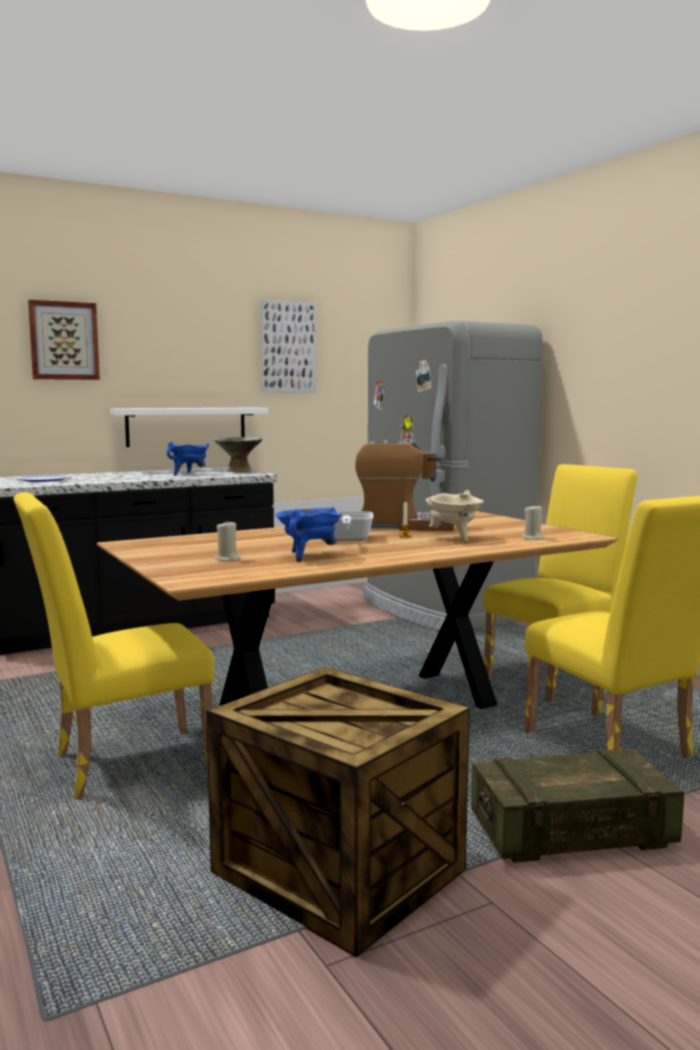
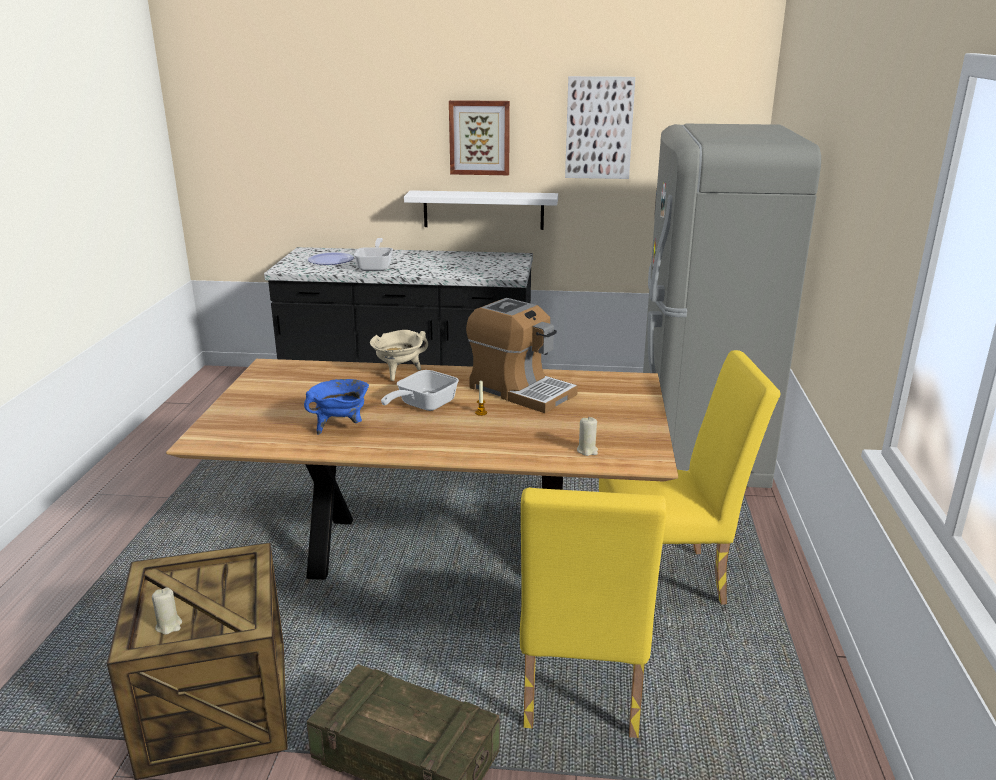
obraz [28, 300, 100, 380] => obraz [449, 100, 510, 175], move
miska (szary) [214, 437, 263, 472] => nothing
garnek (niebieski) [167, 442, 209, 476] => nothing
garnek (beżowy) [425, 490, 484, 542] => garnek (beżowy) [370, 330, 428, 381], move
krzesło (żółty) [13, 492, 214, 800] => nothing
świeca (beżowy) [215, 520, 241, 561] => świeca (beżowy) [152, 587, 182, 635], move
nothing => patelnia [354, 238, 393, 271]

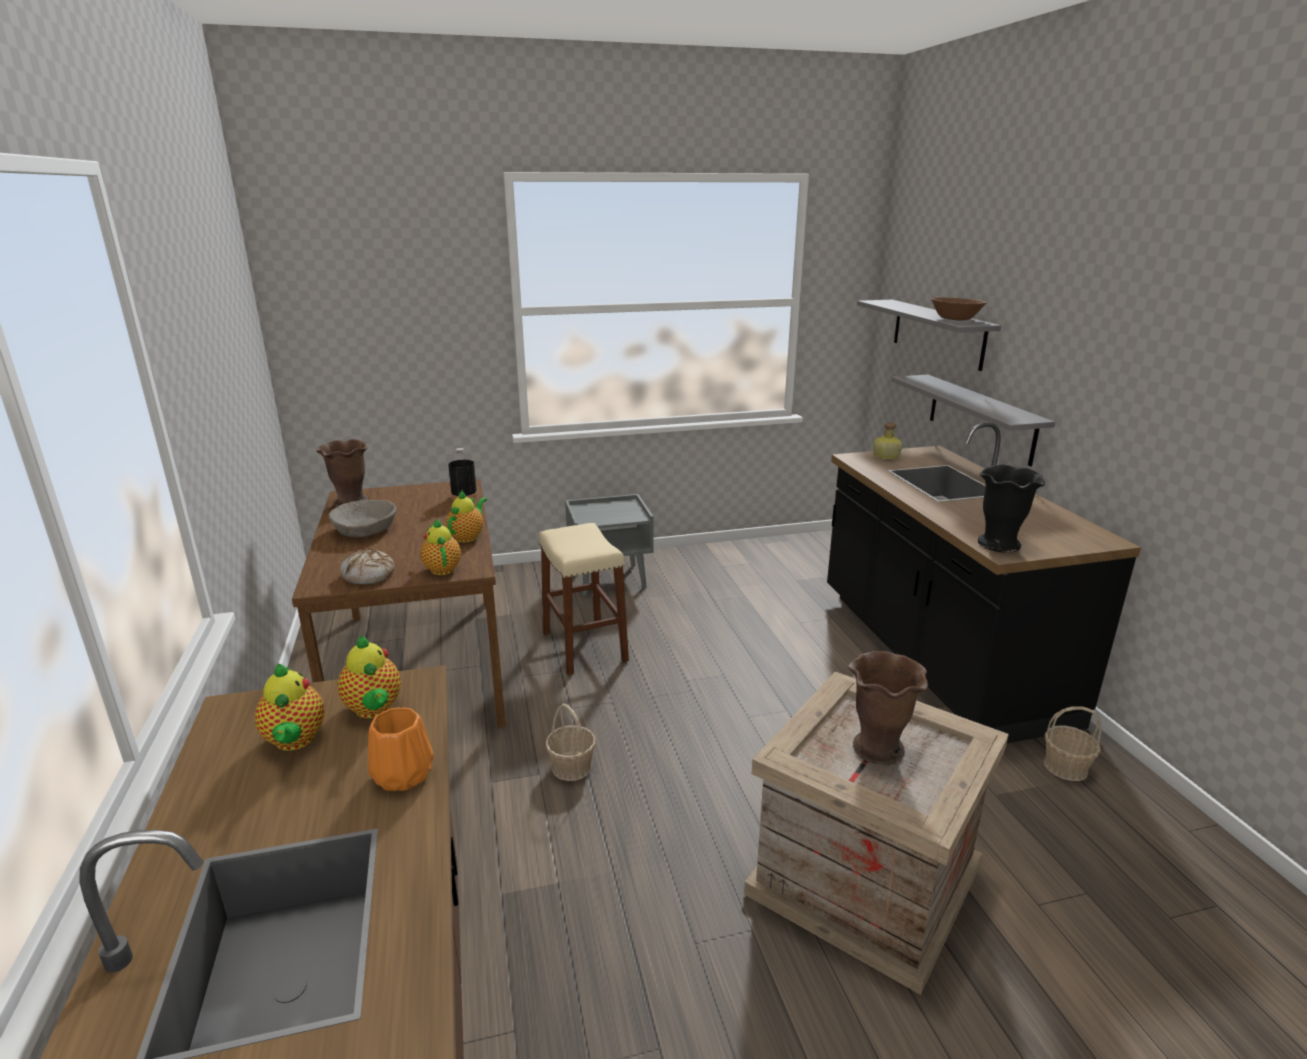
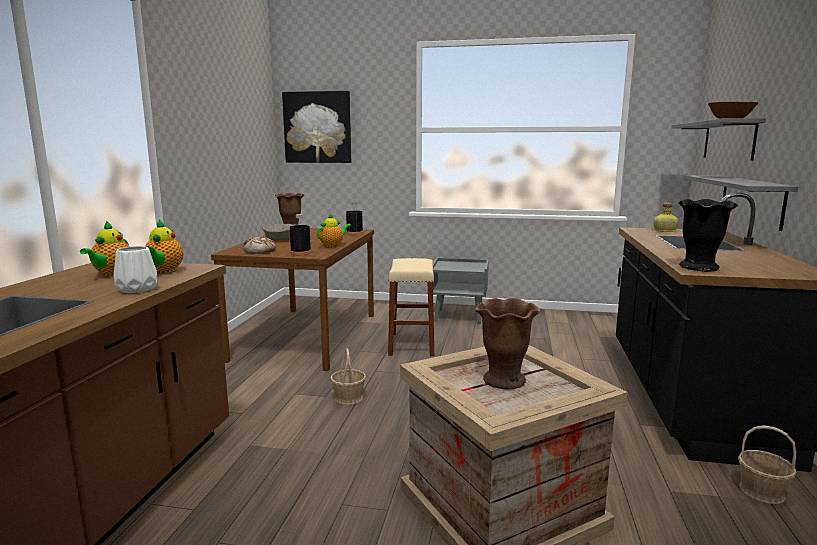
imbryk [421, 518, 461, 575] => butelka (czarny) [290, 214, 311, 256]
wazon (pomarańczowy) [368, 707, 434, 791] => wazon (biały) [114, 246, 157, 293]
nothing => obraz [282, 91, 351, 163]

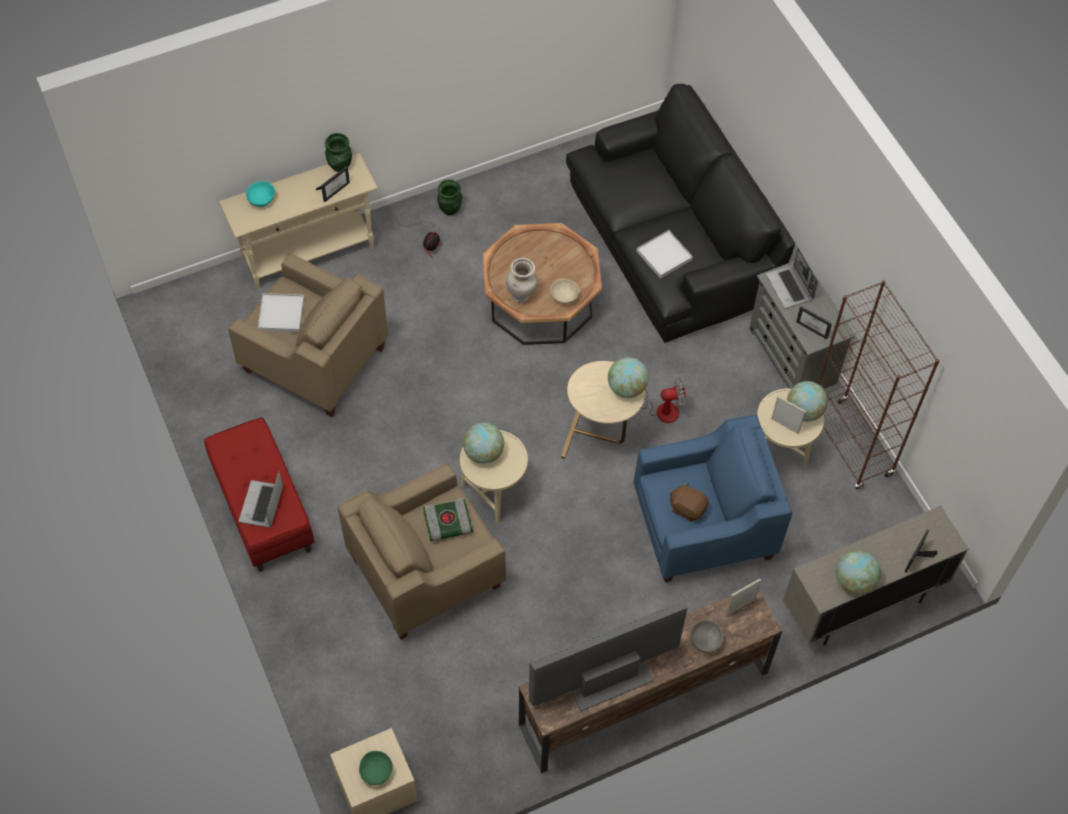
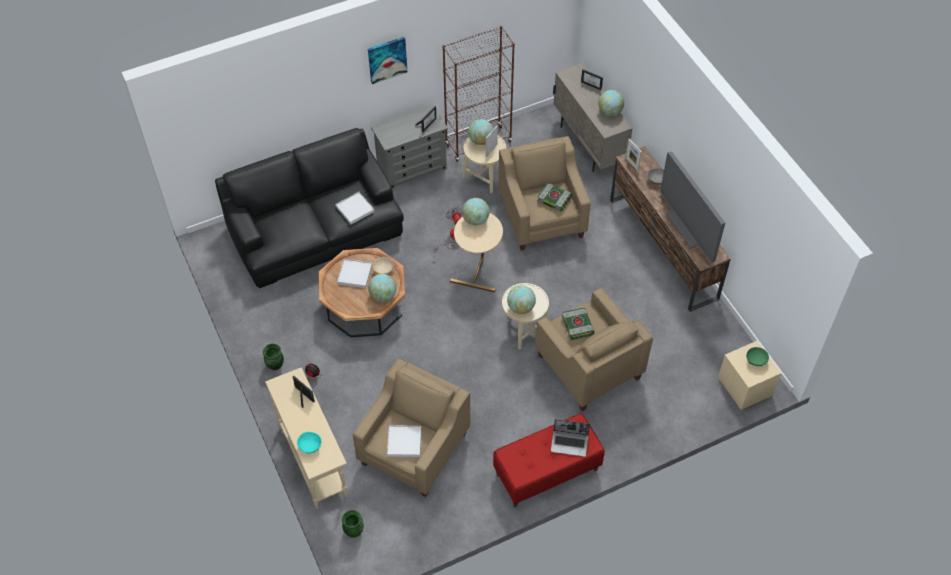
wazon (zielony) [325, 133, 352, 172] => wazon (zielony) [342, 510, 364, 538], move
laptop [766, 248, 818, 308] => nothing
wazon (beżowy) [506, 258, 537, 303] => globus [368, 274, 396, 302]
fotel (niebieski) [634, 414, 793, 582] => fotel (beżowy) [498, 136, 591, 251]
pluszak (brązowy) [670, 482, 708, 522] => książka [537, 183, 572, 212]
nothing => obraz [368, 37, 407, 84]
nothing => taca (biały) [337, 259, 372, 288]

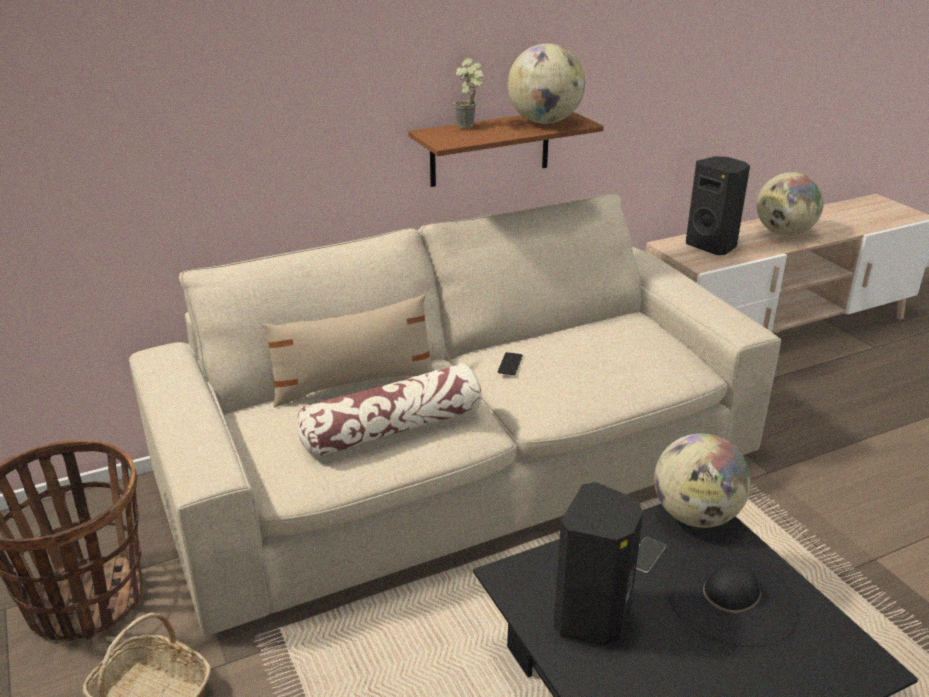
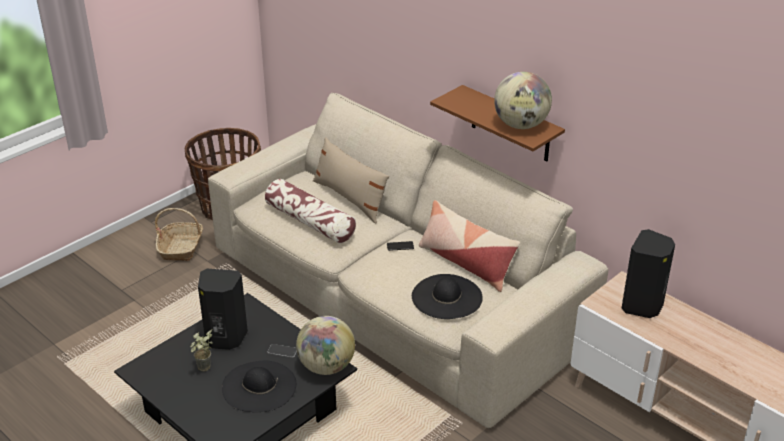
roślina doniczkowa [454, 58, 484, 129] => roślina doniczkowa [190, 330, 213, 371], move
globus [757, 172, 824, 236] => nothing
nothing => poduszka [419, 200, 520, 292]
nothing => kapelusz (czarny) [412, 274, 483, 319]

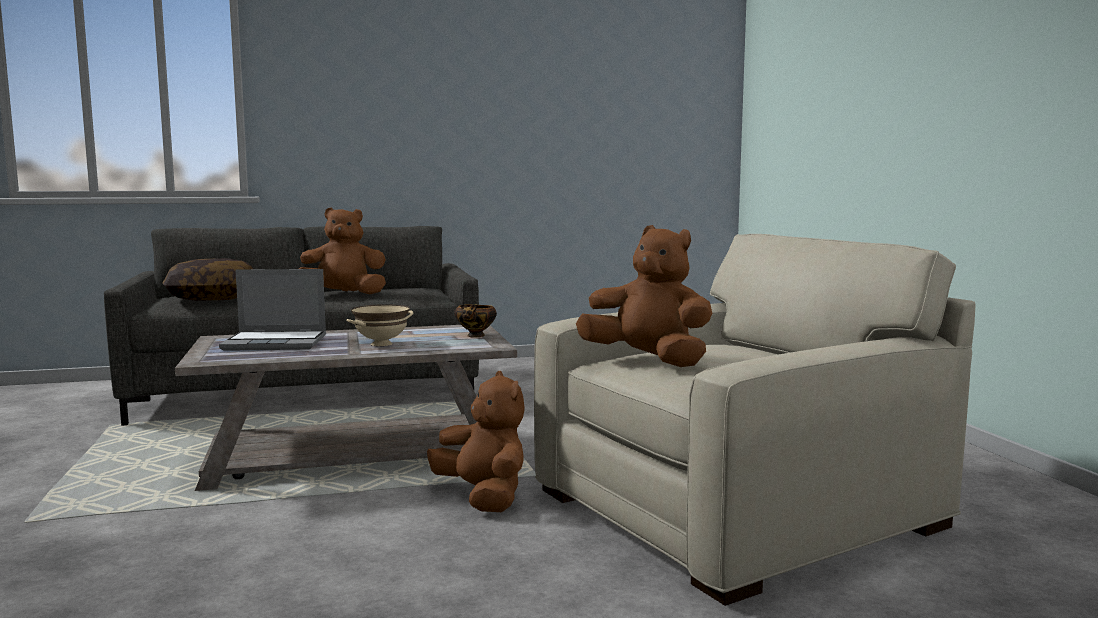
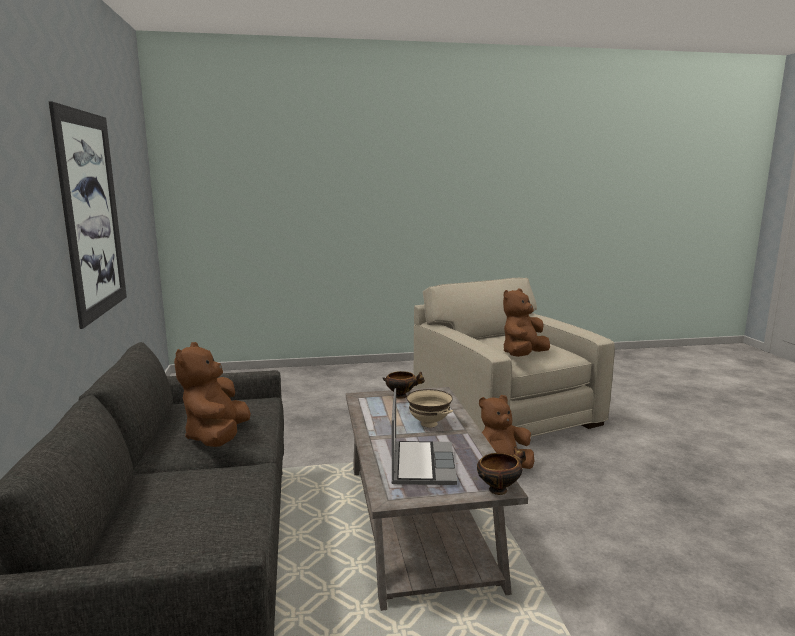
poduszka [163, 258, 253, 301] => nothing
nothing => obraz [49, 101, 127, 329]
nothing => miska [477, 447, 526, 495]

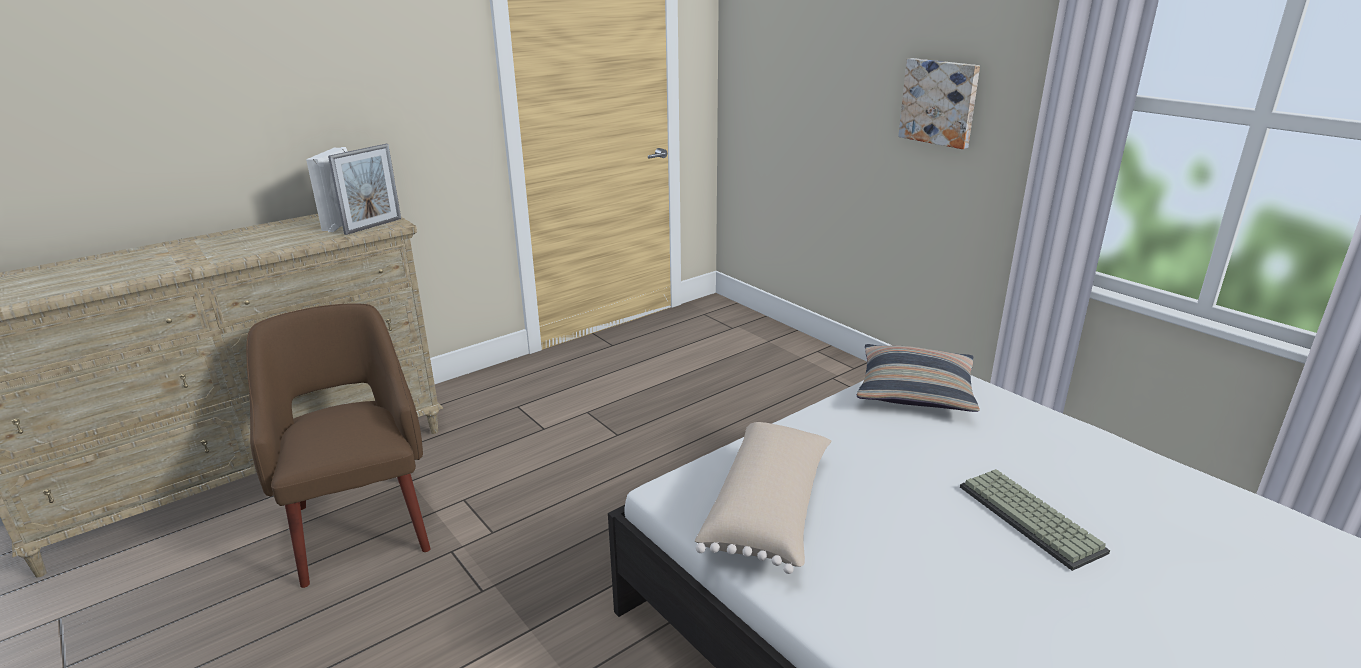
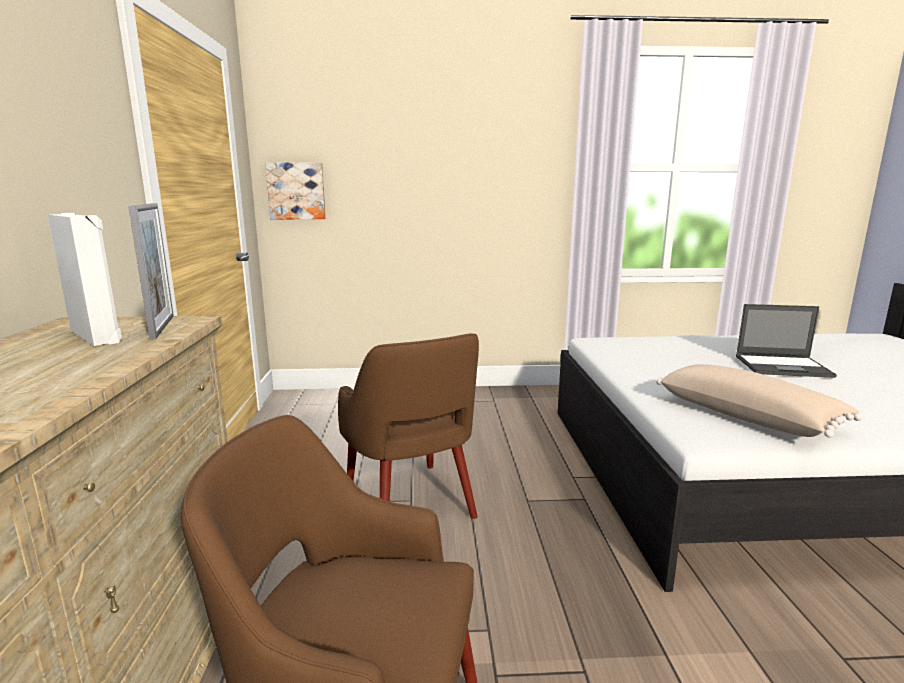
obraz [898, 58, 980, 149] => obraz [265, 163, 326, 219], move
poduszka [857, 344, 980, 412] => nothing
klawiatura [960, 469, 1110, 571] => laptop [736, 304, 837, 378]
nothing => fotel (brązowy) [338, 333, 479, 519]

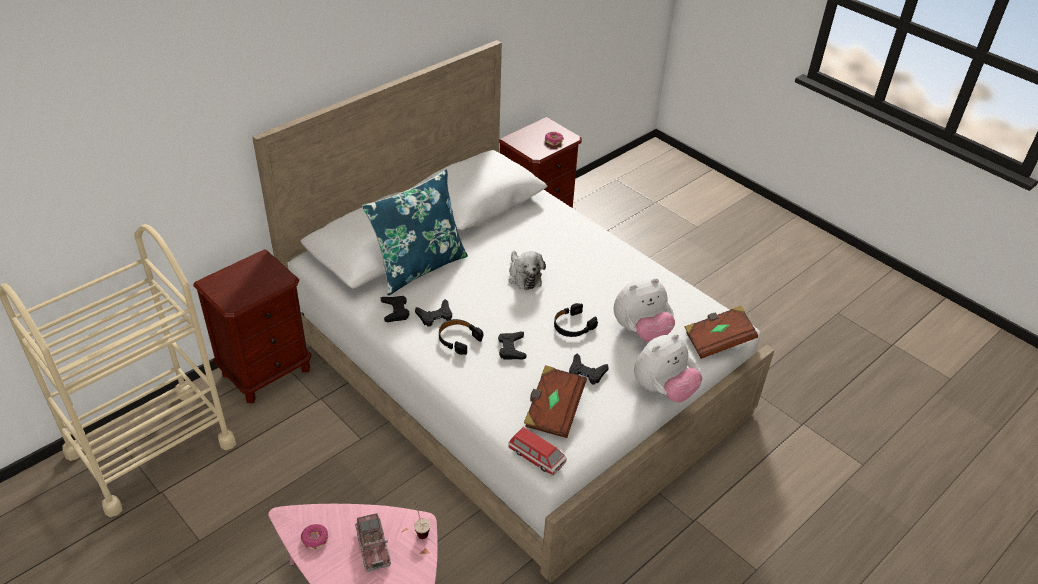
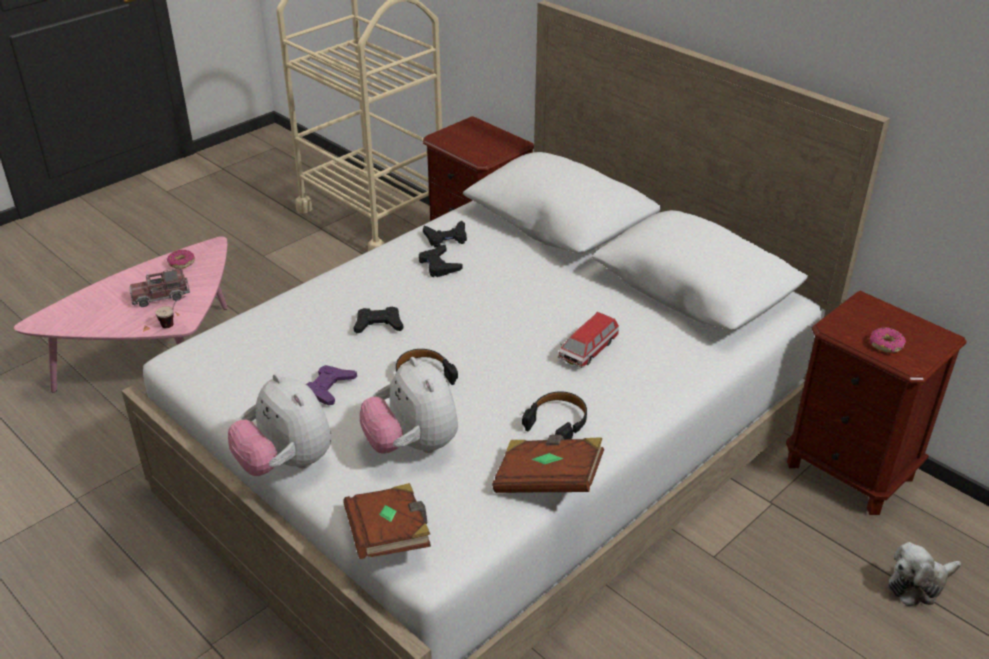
poduszka (niebieski) [362, 169, 468, 295] => nothing
pluszak [509, 251, 546, 290] => pluszak [888, 542, 961, 606], move
słuchawki (czarny) [439, 319, 483, 355] => słuchawki (czarny) [522, 391, 587, 439], move
pad do gier (czarny) [569, 354, 608, 385] => pad do gier (fioletowy) [306, 365, 357, 405]
książka (brązowy) [524, 365, 587, 438] => książka (brązowy) [492, 435, 604, 493], move
samochodzik [508, 427, 567, 476] => samochodzik [558, 312, 619, 368], move

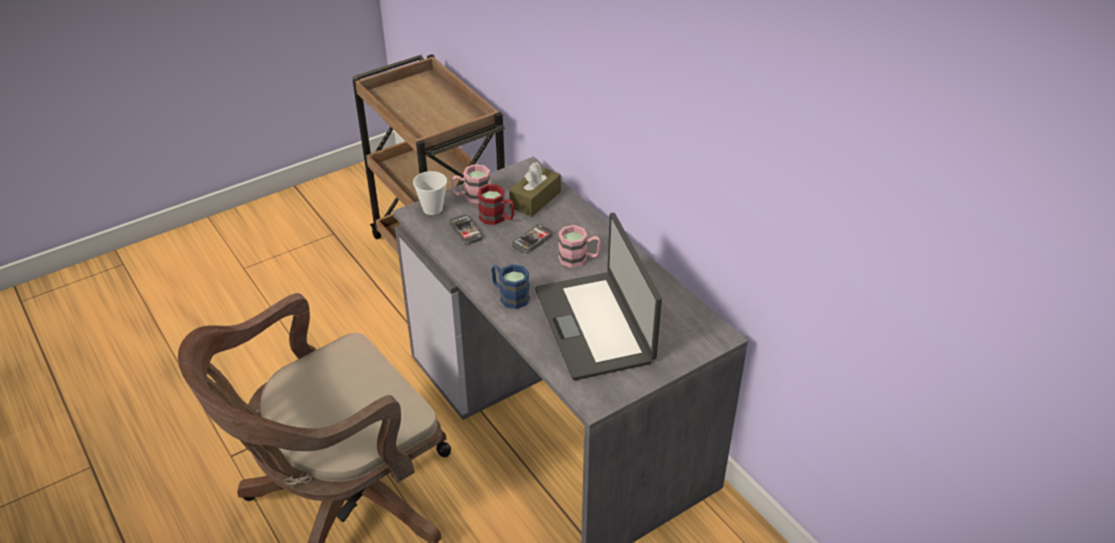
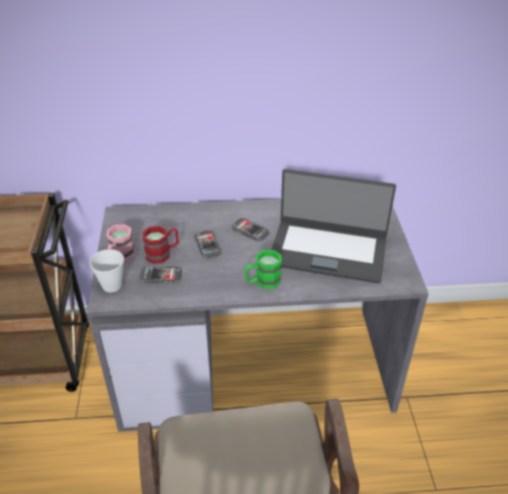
pudełko chusteczek (brązowy) [509, 162, 561, 217] => nothing
kubek (różowy) [558, 225, 601, 268] => telefon [231, 218, 269, 241]
kubek (niebieski) [491, 264, 530, 309] => kubek (zielony) [245, 250, 282, 289]

